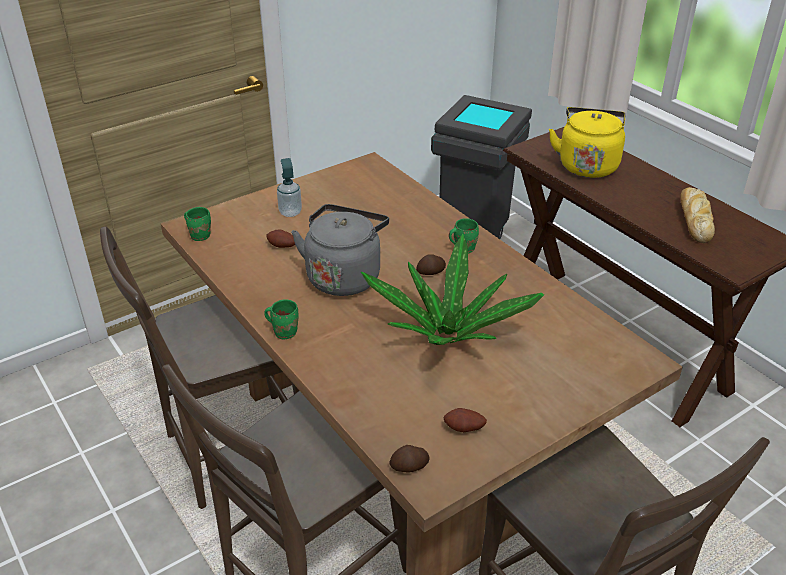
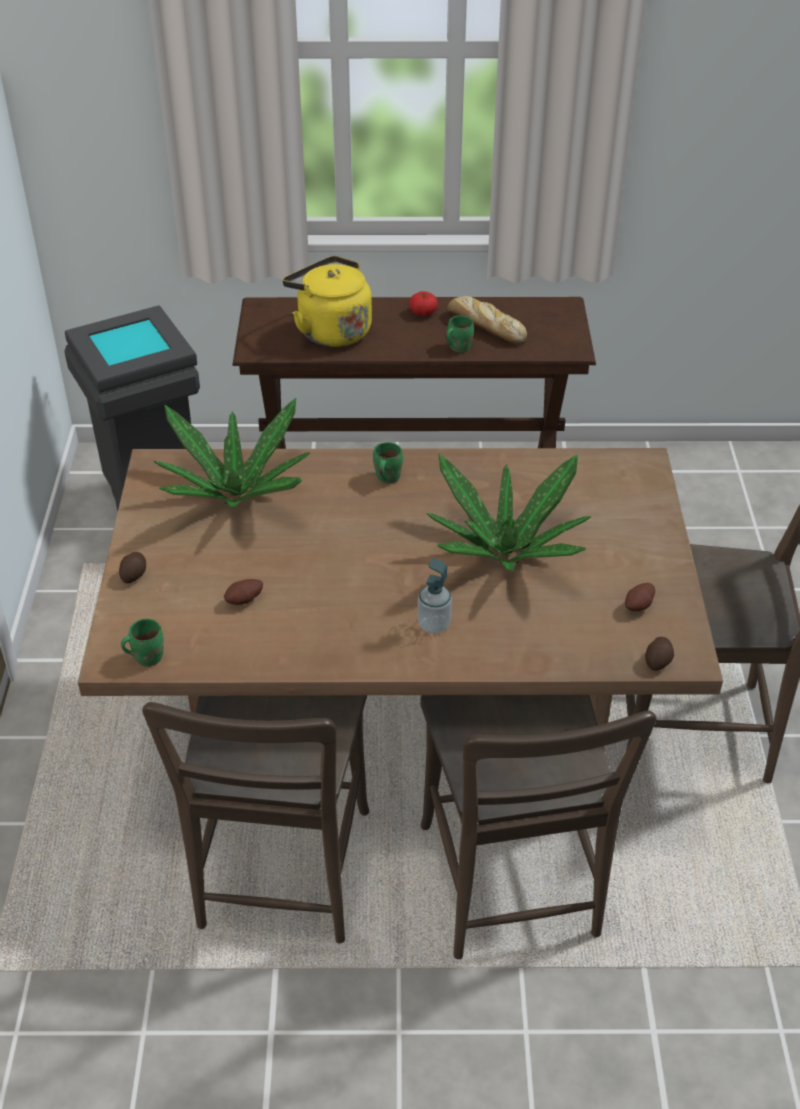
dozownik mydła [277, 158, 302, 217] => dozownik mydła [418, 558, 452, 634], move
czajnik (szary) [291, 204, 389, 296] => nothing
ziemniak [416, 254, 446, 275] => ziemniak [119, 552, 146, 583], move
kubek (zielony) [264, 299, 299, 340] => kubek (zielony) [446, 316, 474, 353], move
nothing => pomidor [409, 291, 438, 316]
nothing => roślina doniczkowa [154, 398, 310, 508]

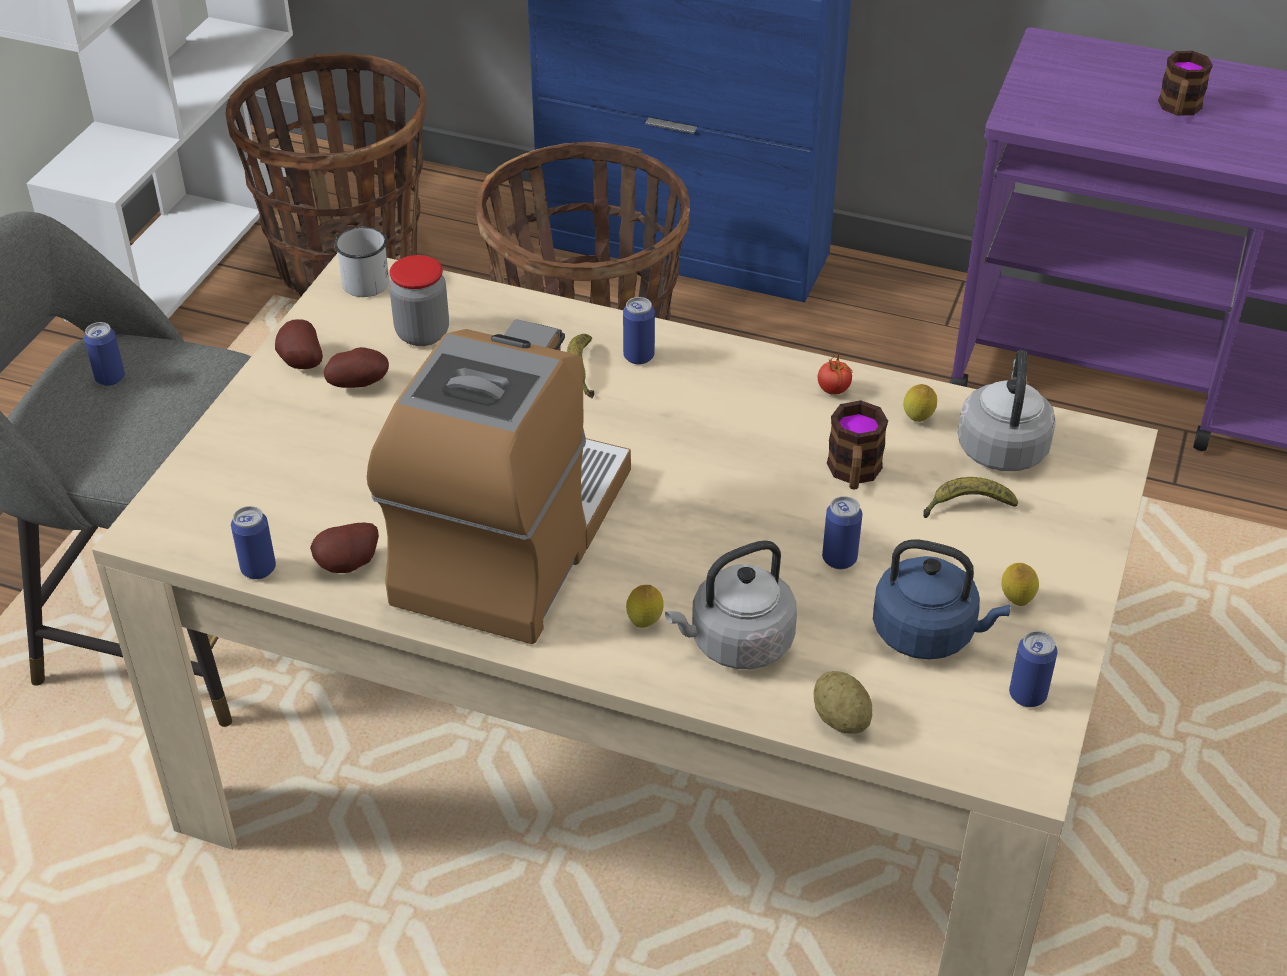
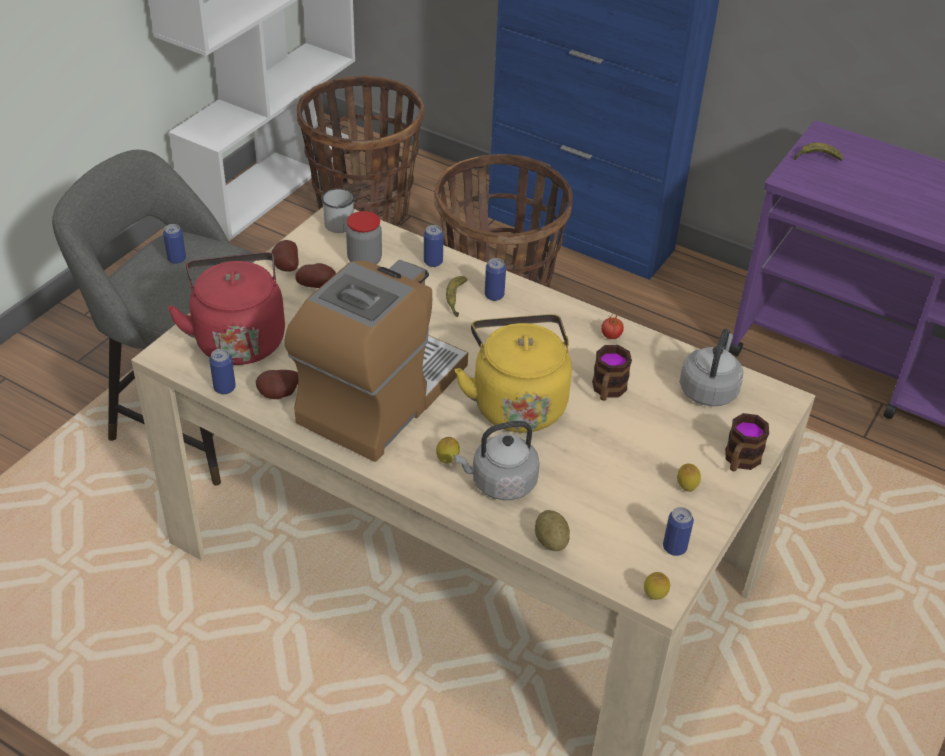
kubek [1158, 51, 1213, 116] => kubek [725, 413, 769, 472], move
cytryna [903, 384, 937, 422] => cytryna [644, 572, 670, 600], move
banan [923, 477, 1018, 518] => banan [794, 143, 843, 161], move
puszka [822, 496, 862, 569] => puszka [424, 225, 444, 267], move
czajnik (niebieski) [873, 539, 1011, 660] => nothing
nothing => czajnik (czerwony) [167, 252, 285, 365]
nothing => czajnik (żółty) [455, 314, 572, 433]

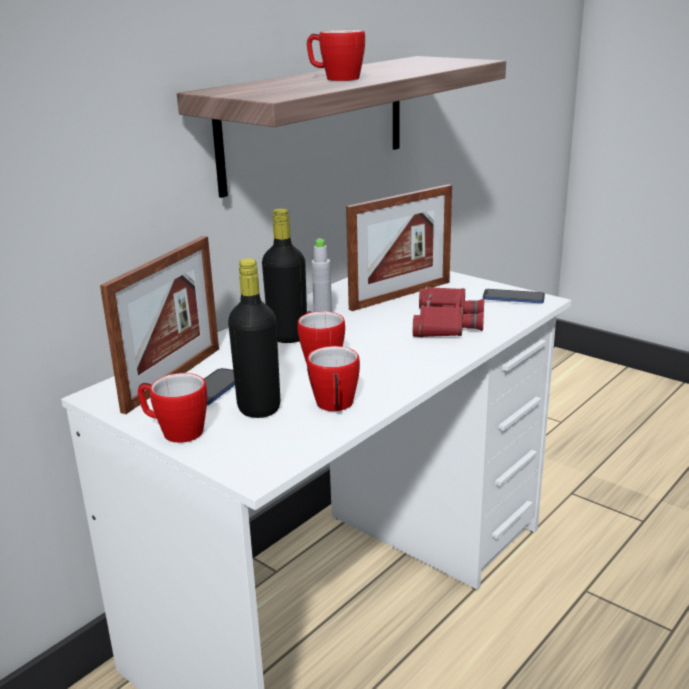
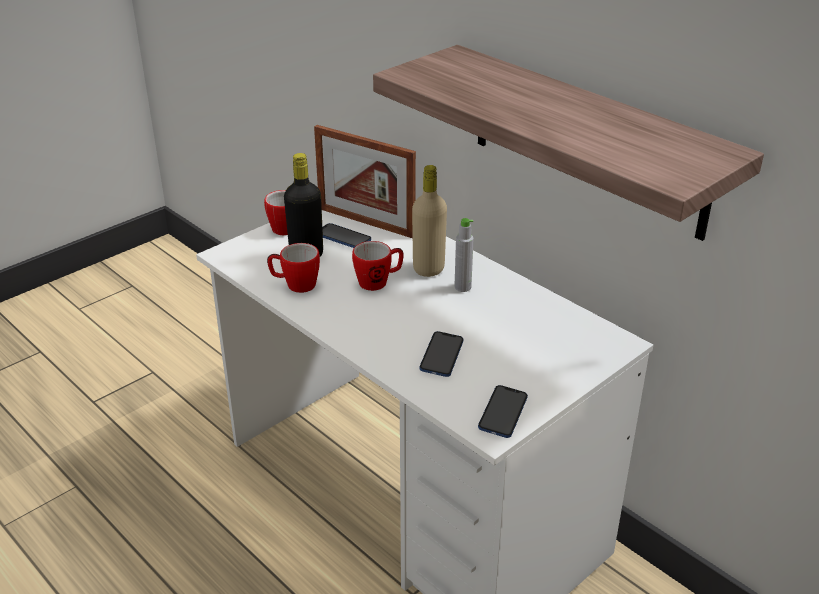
kubek [307, 30, 365, 81] => nothing
ramka na zdjęcie [346, 184, 452, 311] => nothing
butelka (czarny) [262, 208, 307, 343] => butelka (beżowy) [412, 165, 447, 277]
lornetka (czerwony) [413, 287, 484, 337] => telefon [419, 331, 464, 377]

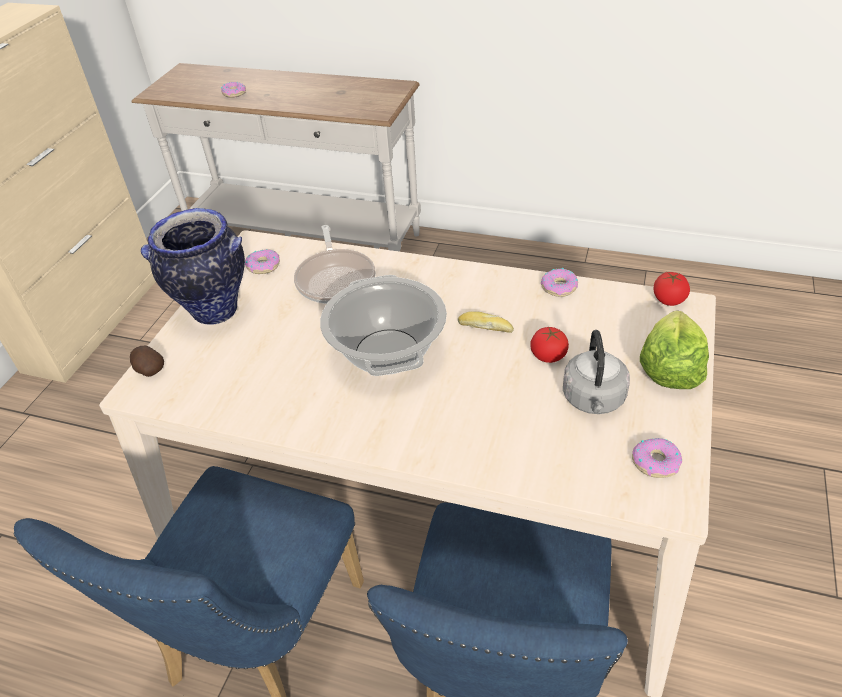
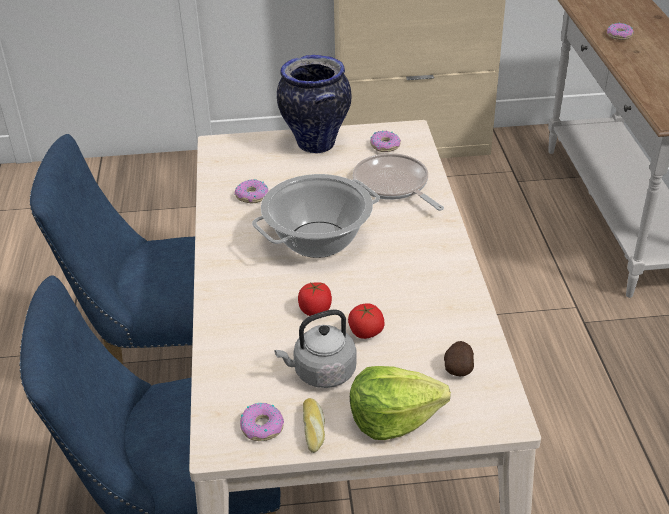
patelnia [294, 225, 376, 304] => patelnia [353, 153, 444, 211], 90 degrees clockwise
donut [541, 268, 578, 297] => donut [235, 179, 269, 203], move
pomidor [653, 272, 690, 306] => pomidor [298, 282, 332, 316], move
chleb [458, 311, 514, 333] => chleb [303, 398, 325, 453], move
ziemniak [130, 345, 164, 377] => ziemniak [444, 341, 474, 377], move

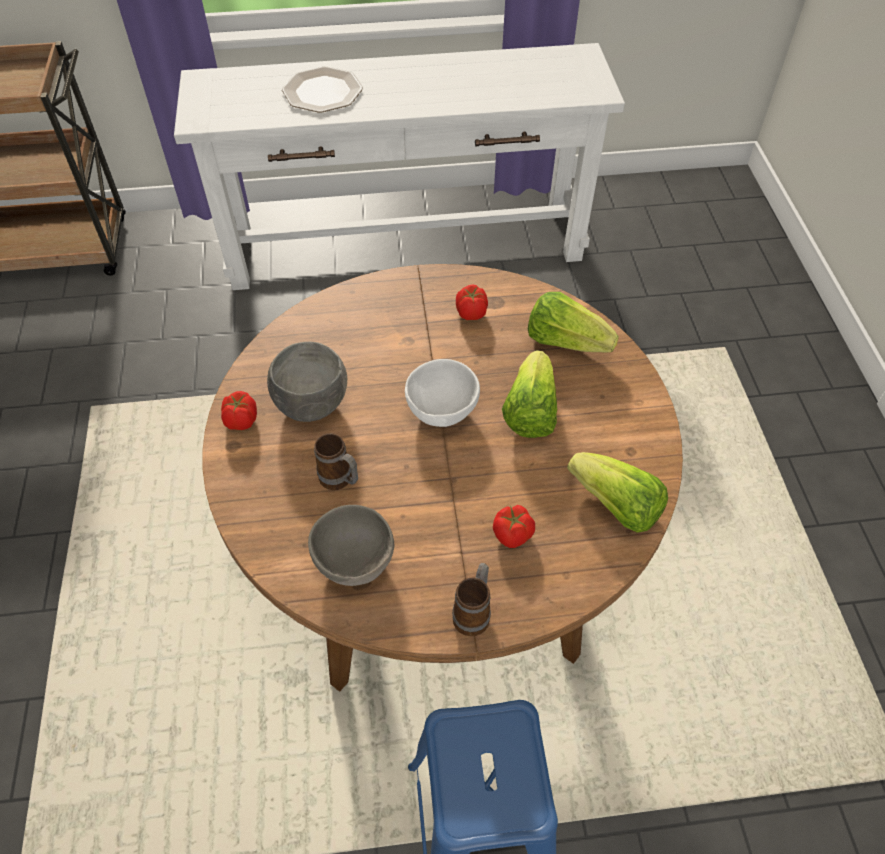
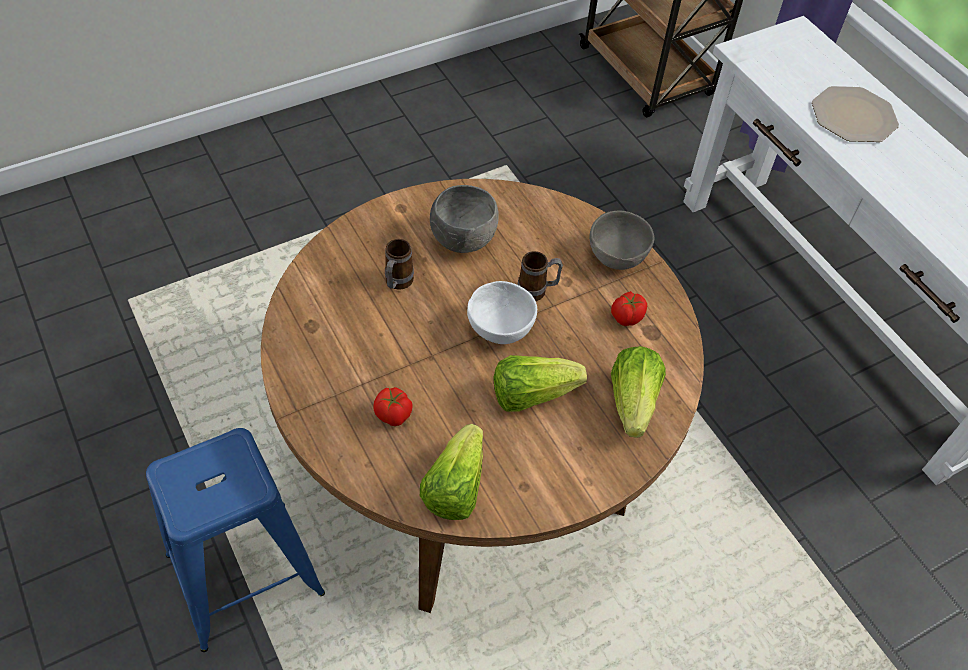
pomidor [221, 391, 257, 430] => nothing
miska (szary) [308, 505, 394, 586] => miska (szary) [589, 211, 654, 270], move
kubek [452, 563, 491, 636] => kubek [517, 251, 563, 301], move

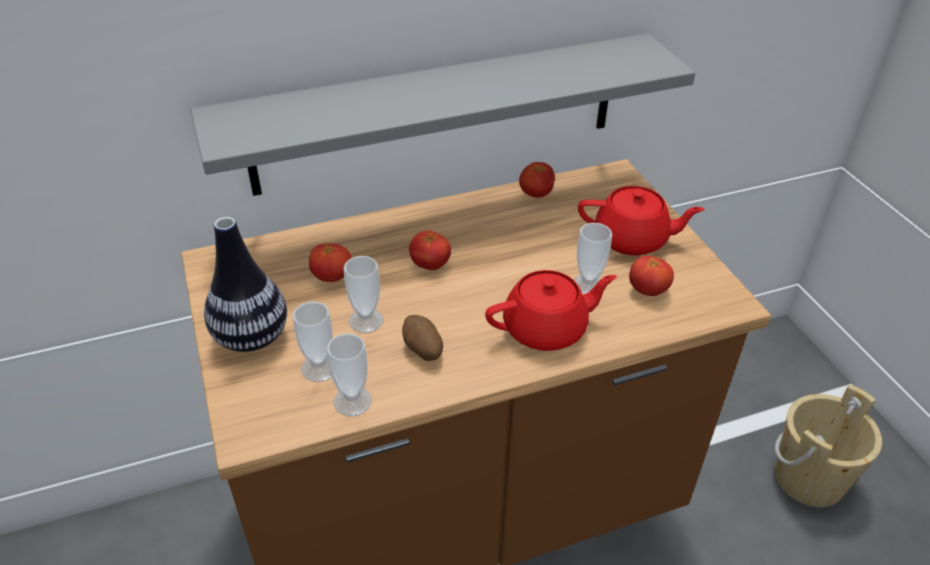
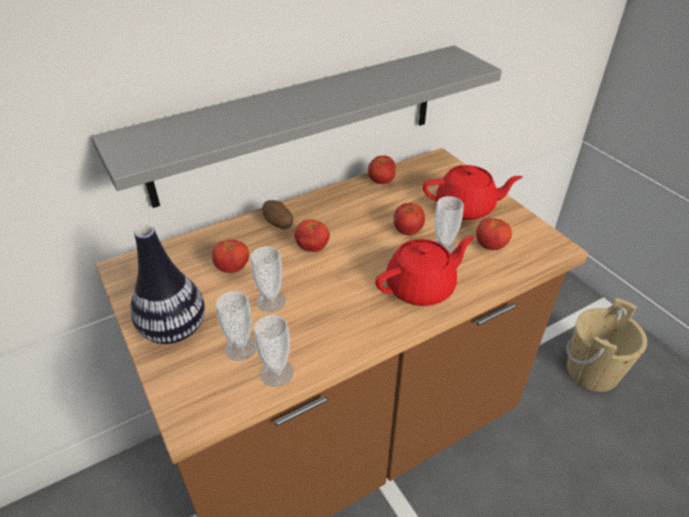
ziemniak [402, 315, 443, 361] => ziemniak [262, 200, 293, 229], move
nothing => pomidor [394, 203, 425, 235]

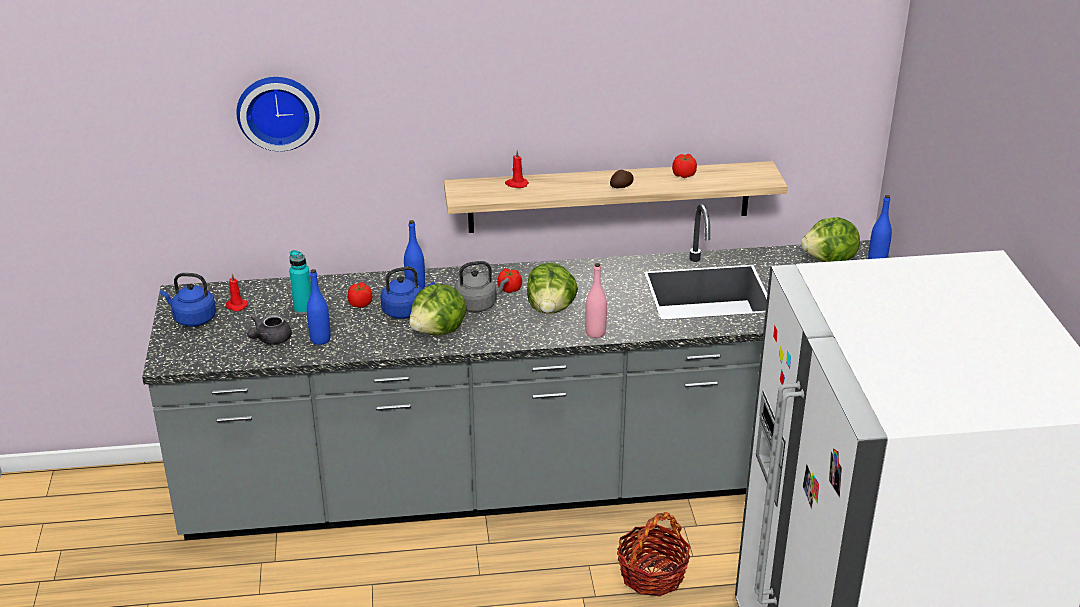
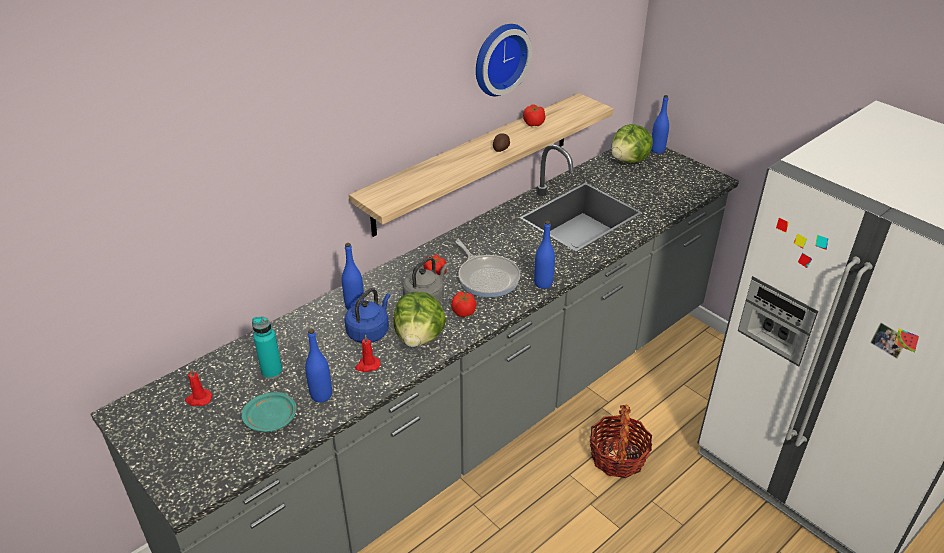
zegar ścienny [236, 77, 320, 151] => zegar ścienny [476, 24, 532, 96], move
świeca (czerwony) [505, 150, 529, 188] => świeca (czerwony) [355, 335, 380, 372], move
sałata [527, 263, 578, 314] => patelnia [455, 240, 521, 297]
butelka (różowy) [585, 263, 607, 338] => butelka (niebieski) [534, 221, 555, 289]
czajnik (niebieski) [160, 273, 216, 327] => nothing
pomidor [348, 282, 372, 308] => pomidor [451, 291, 476, 317], move
imbryk (szary) [247, 314, 292, 345] => talerz (turkusowy) [241, 392, 297, 432]

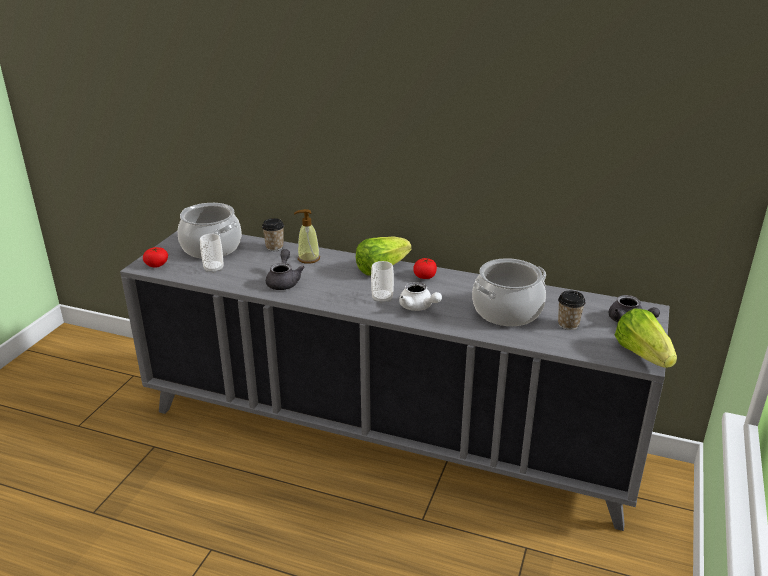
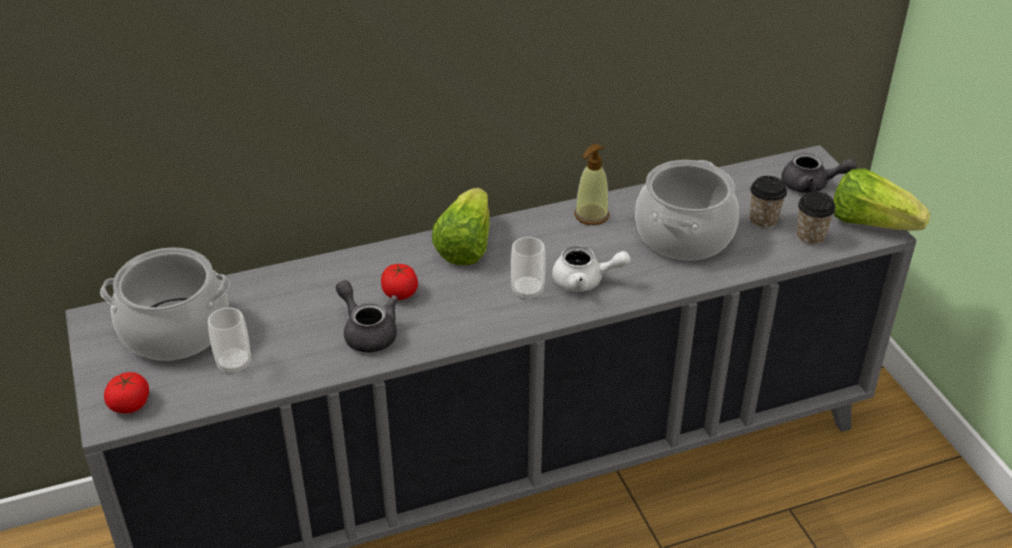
dozownik mydła [294, 209, 320, 264] => dozownik mydła [574, 144, 609, 225], move
filiżanka [262, 218, 284, 251] => filiżanka [796, 192, 836, 246], move
pomidor [413, 258, 437, 279] => pomidor [381, 264, 418, 300], move

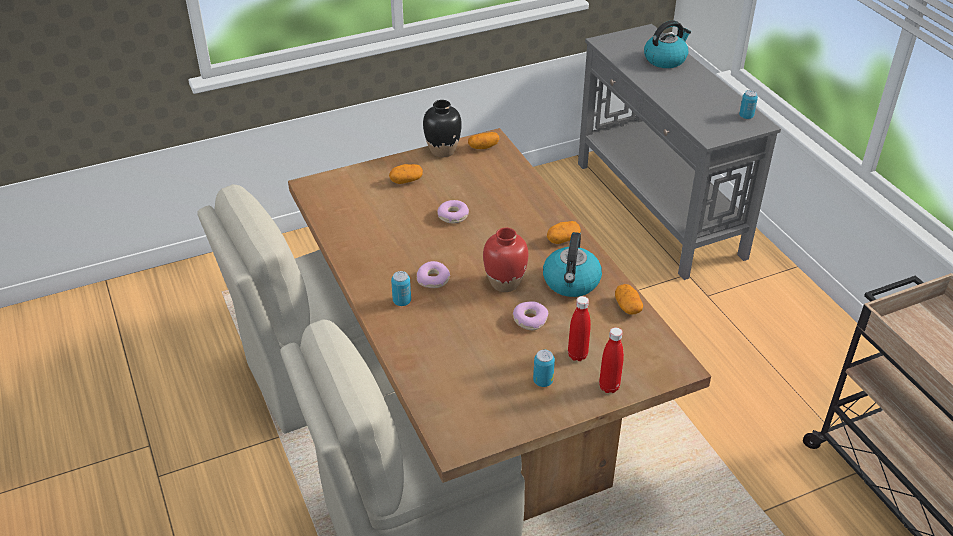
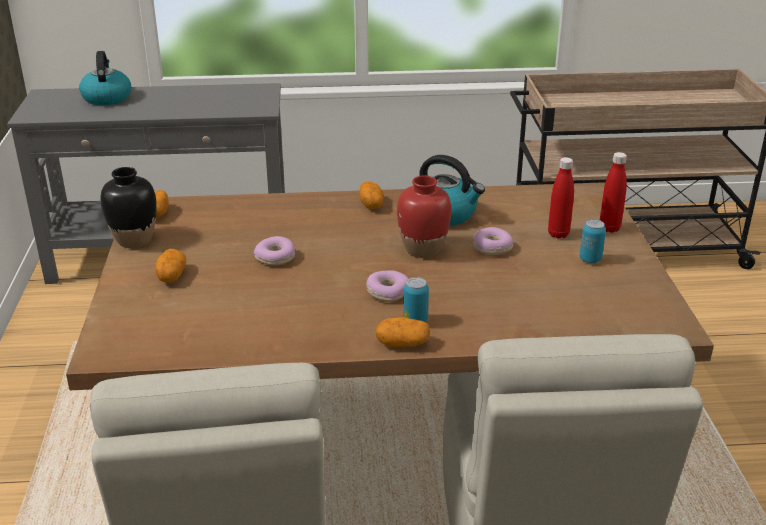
puszka [739, 90, 758, 119] => nothing
ziemniak [615, 284, 643, 315] => ziemniak [376, 317, 430, 347], move

